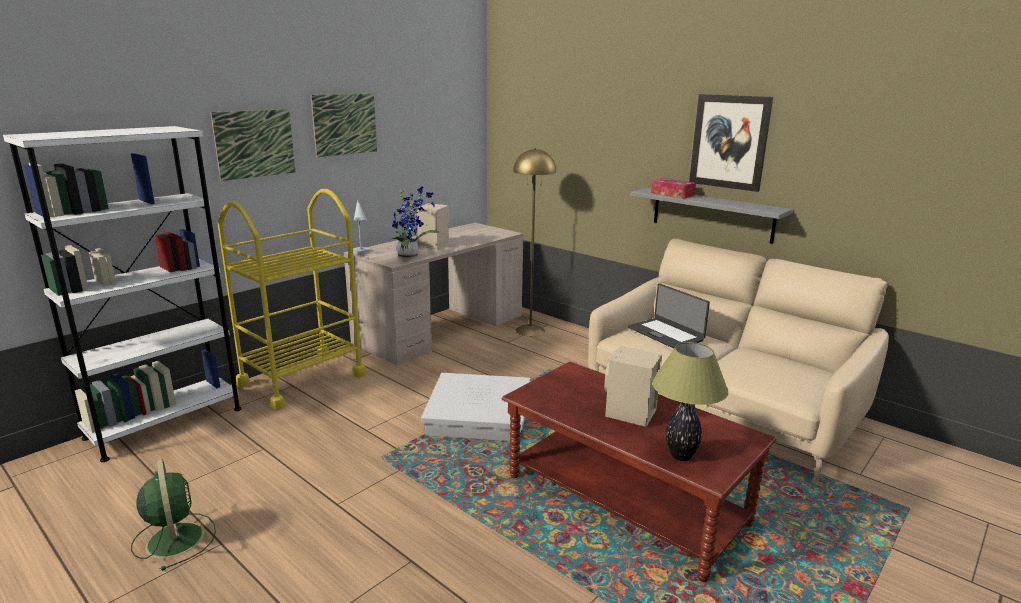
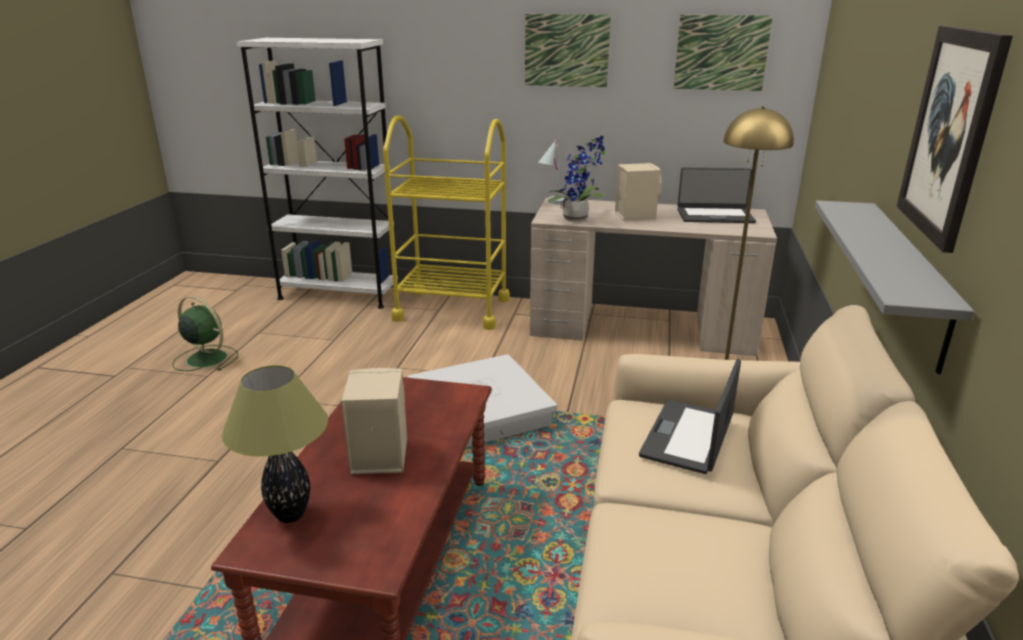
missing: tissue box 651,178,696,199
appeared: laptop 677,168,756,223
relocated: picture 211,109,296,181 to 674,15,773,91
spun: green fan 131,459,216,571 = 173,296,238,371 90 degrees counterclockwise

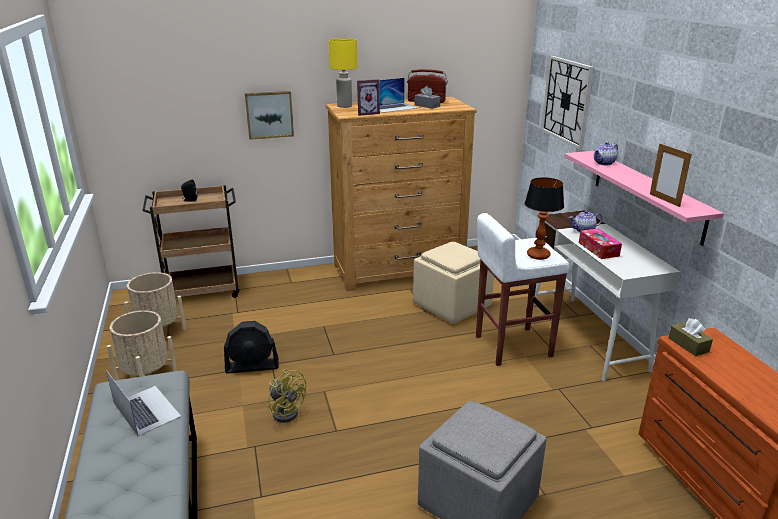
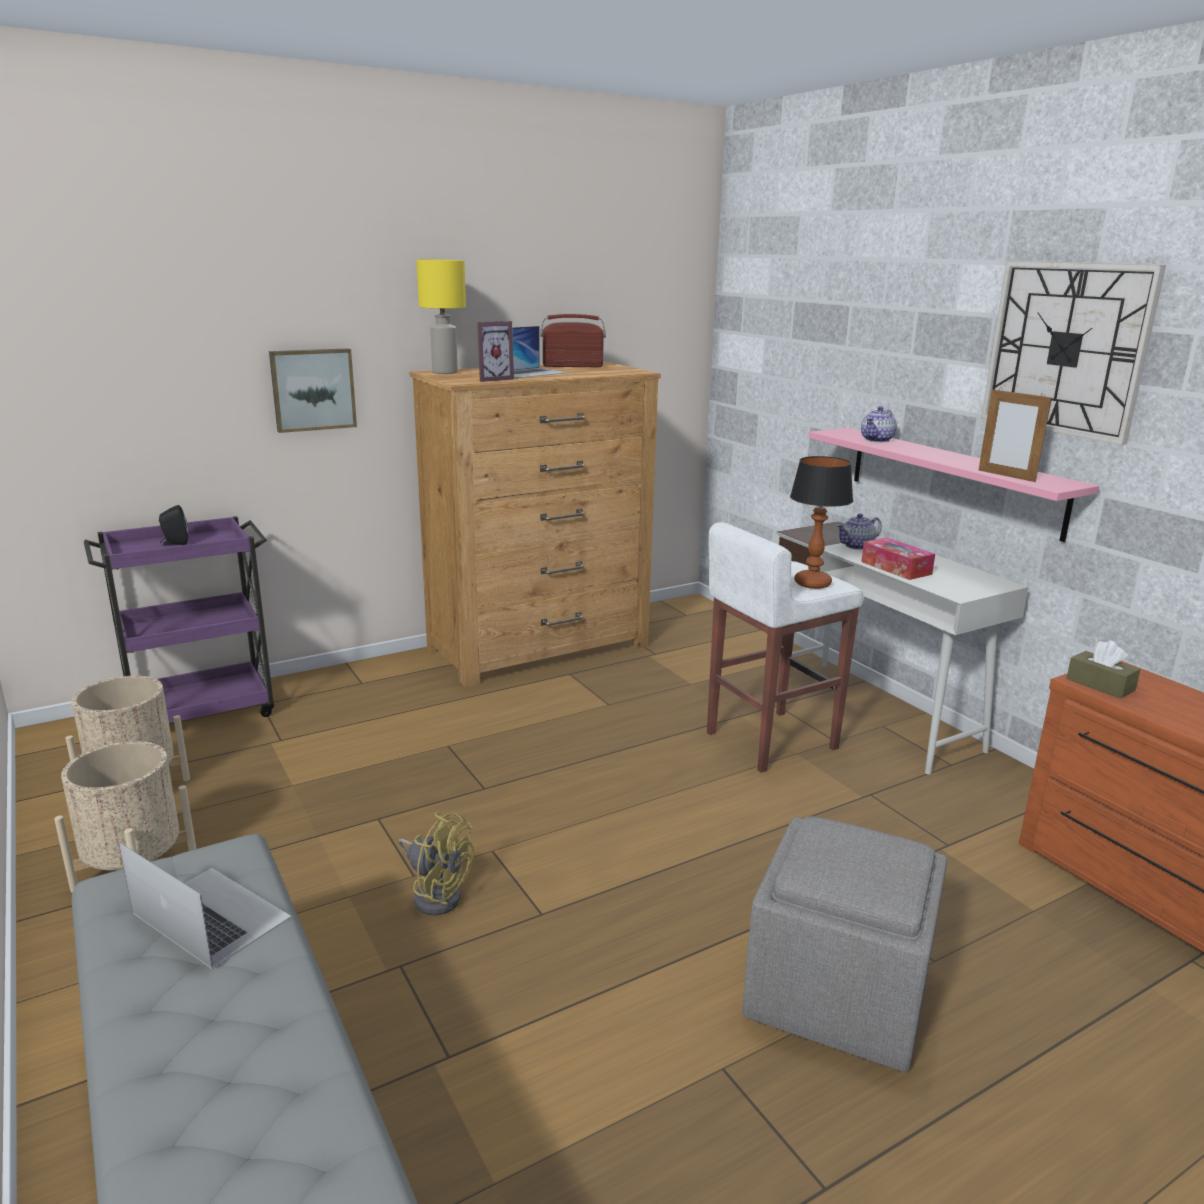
missing: black fan 224,321,279,373; beige ottoman 413,242,494,324; grey tissue box 415,86,440,109
relocated: wall clock 541,56,594,149 to 981,261,1166,445
colour: brown cart 142,185,239,298 to purple cart 84,516,274,723

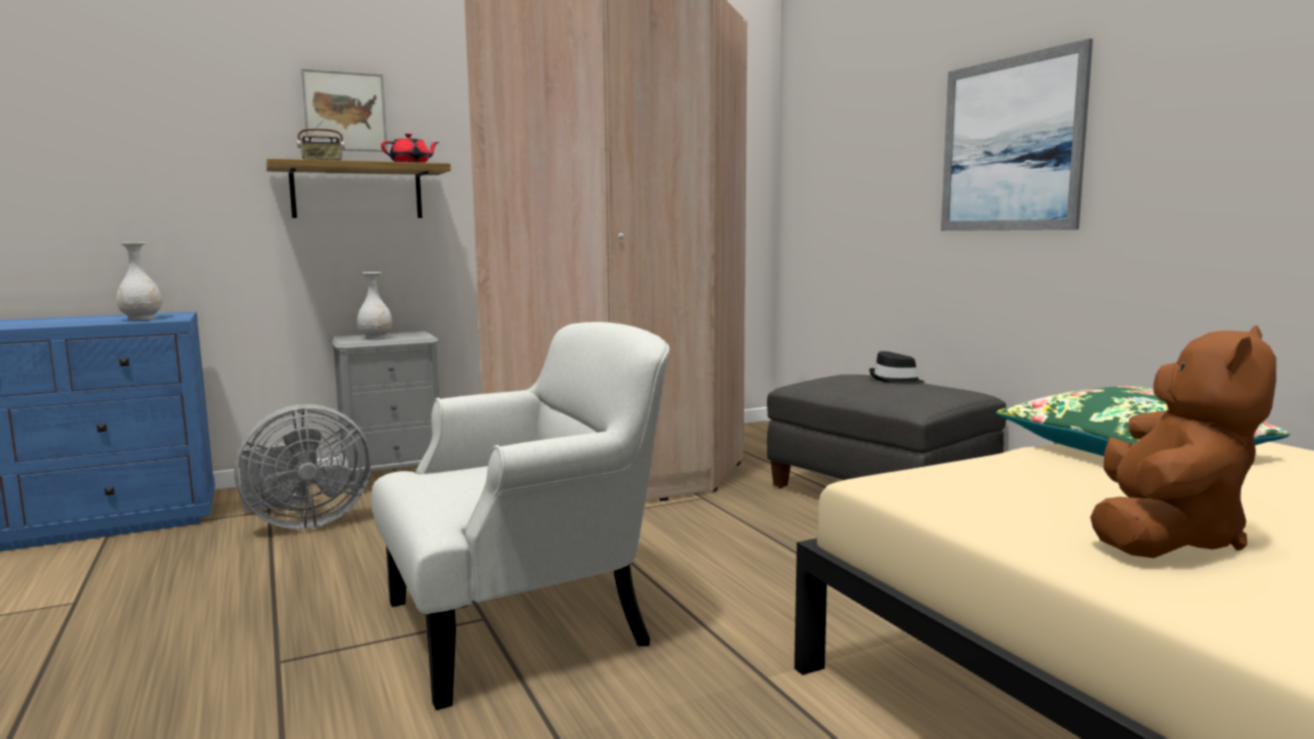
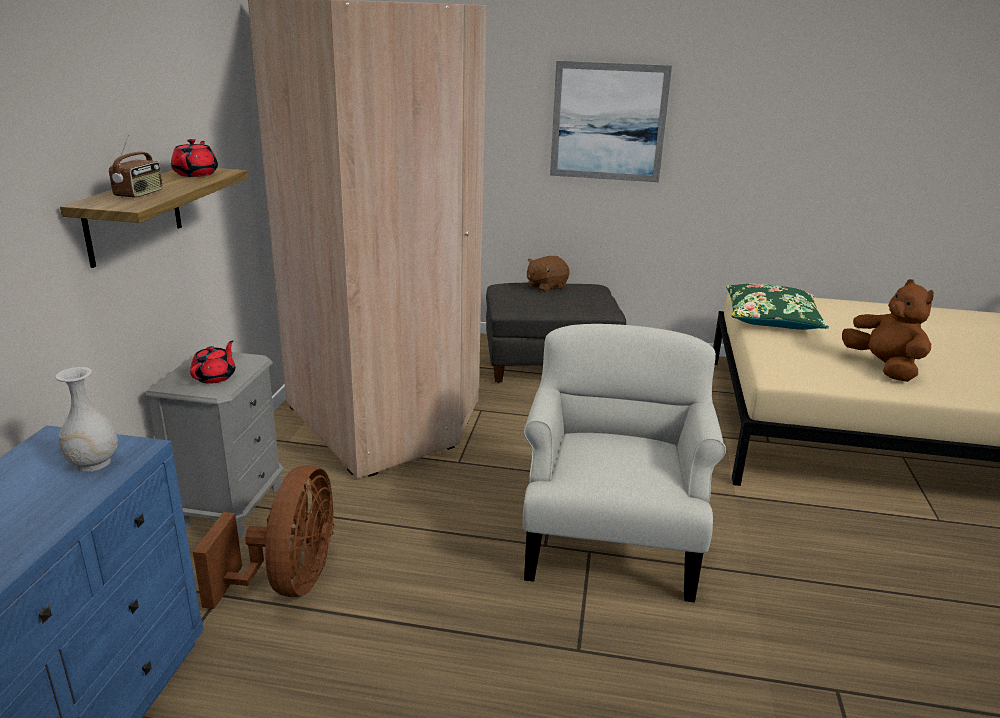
missing: picture 301,68,388,152
exchanged: white vase 357,272,392,340 to red teapot 190,340,235,384; black hat 869,351,925,384 to brown plush toy 527,256,570,292
colour: grey fan 234,404,371,529 to brown fan 193,465,334,609

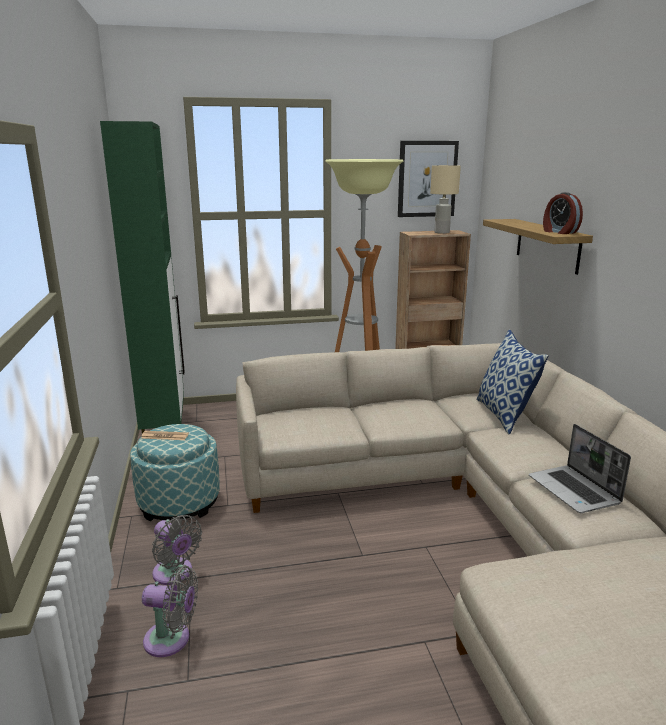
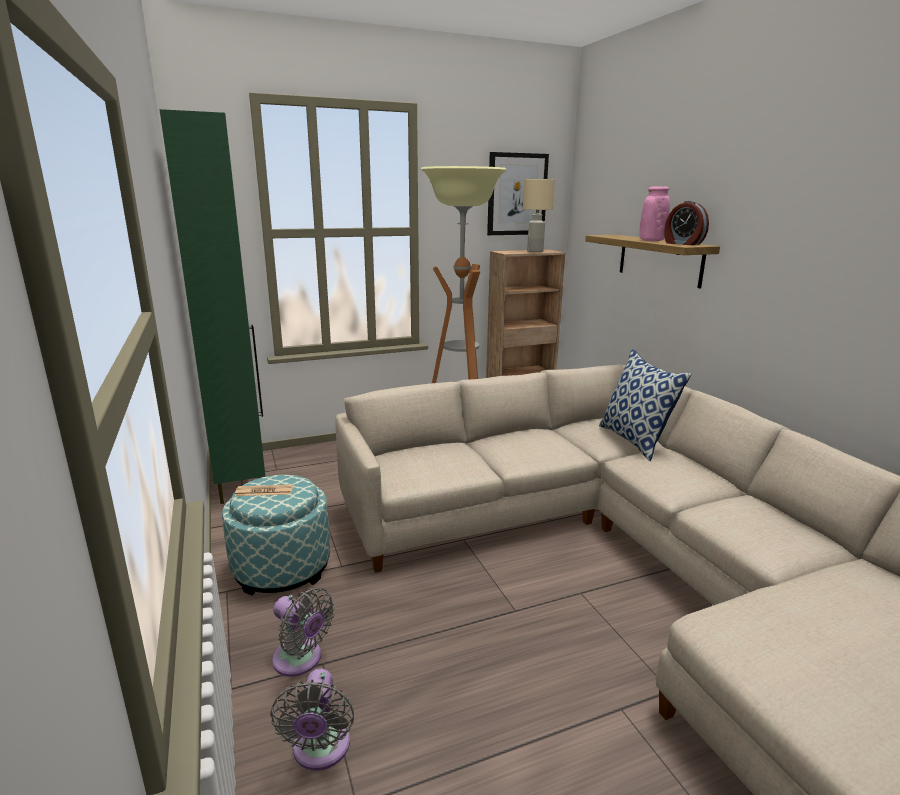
missing: laptop 529,424,631,513
appeared: pink vase 640,186,670,241
spun: grey fan 142,566,198,657 = 270,668,354,771 90 degrees clockwise

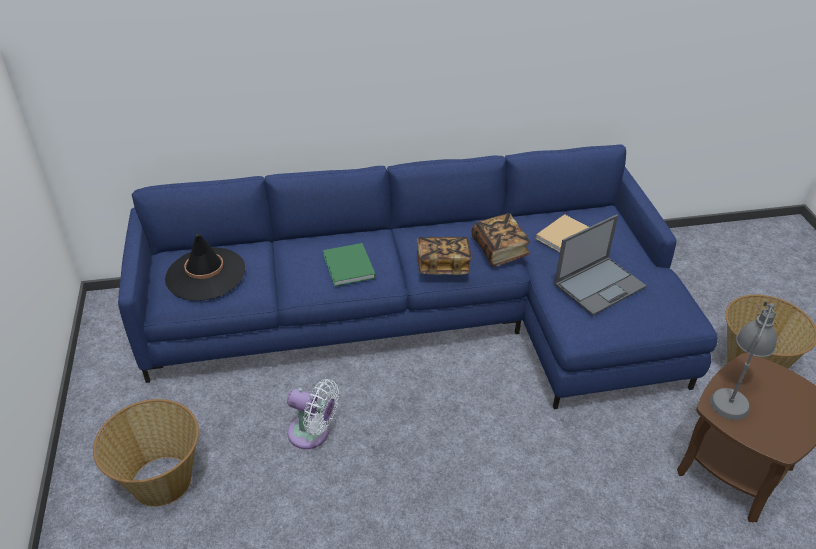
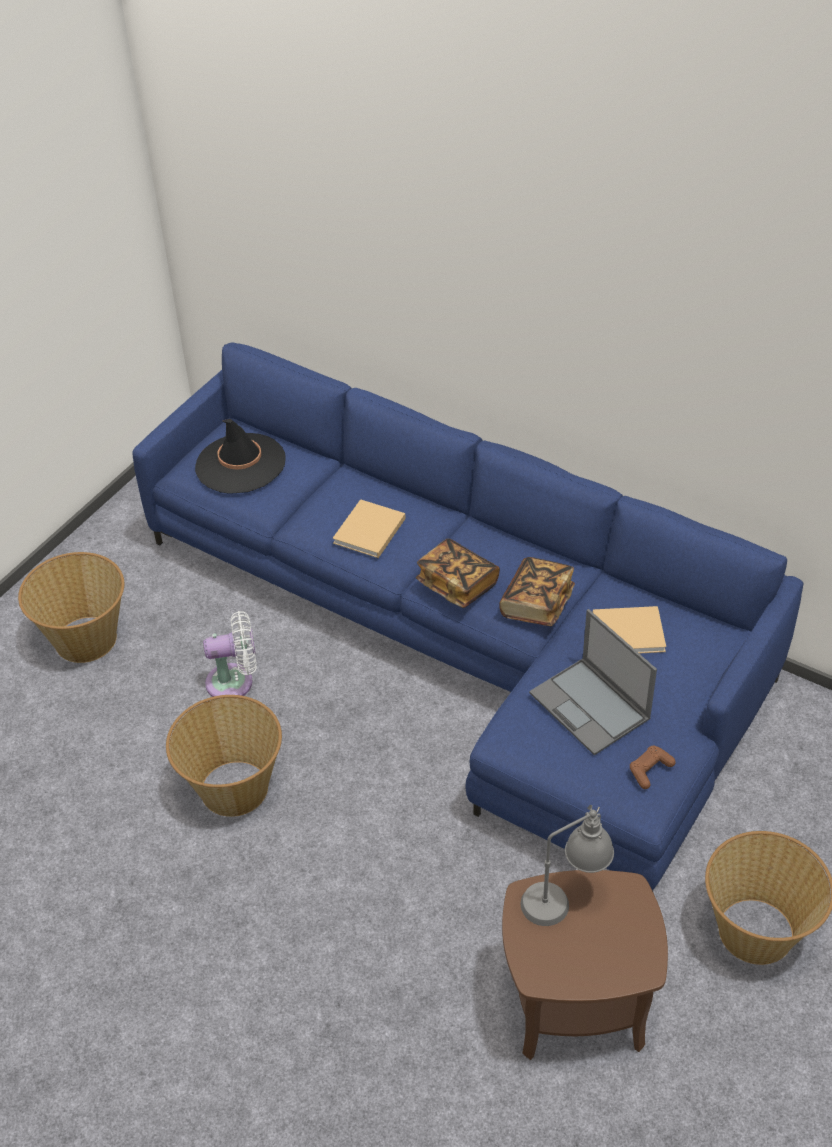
appeared: basket 166,695,282,817; brown game controller 630,746,676,789
colour: green book 323,243,375,286 to beige book 332,499,406,558
spun: white fan 287,379,339,449 = 203,611,257,697 75 degrees counterclockwise; laptop 554,214,647,315 = 529,609,657,755 45 degrees clockwise

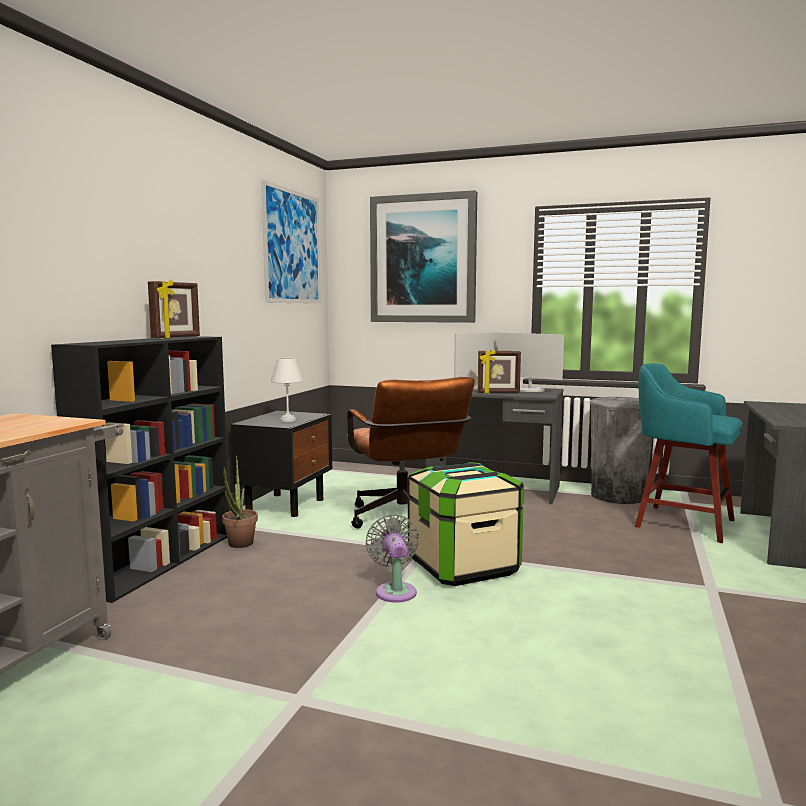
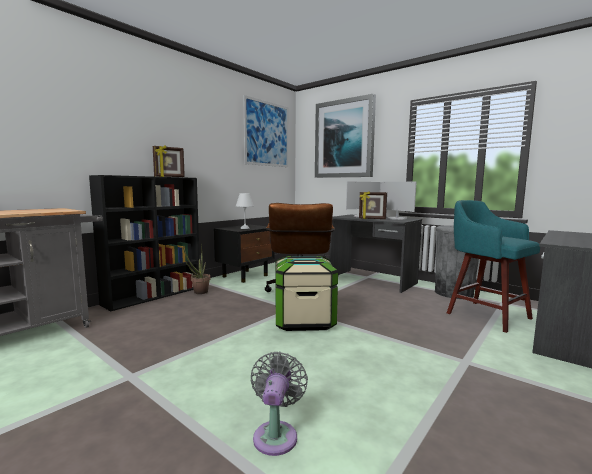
relocated: grey fan 366,514,419,603 to 251,352,308,456

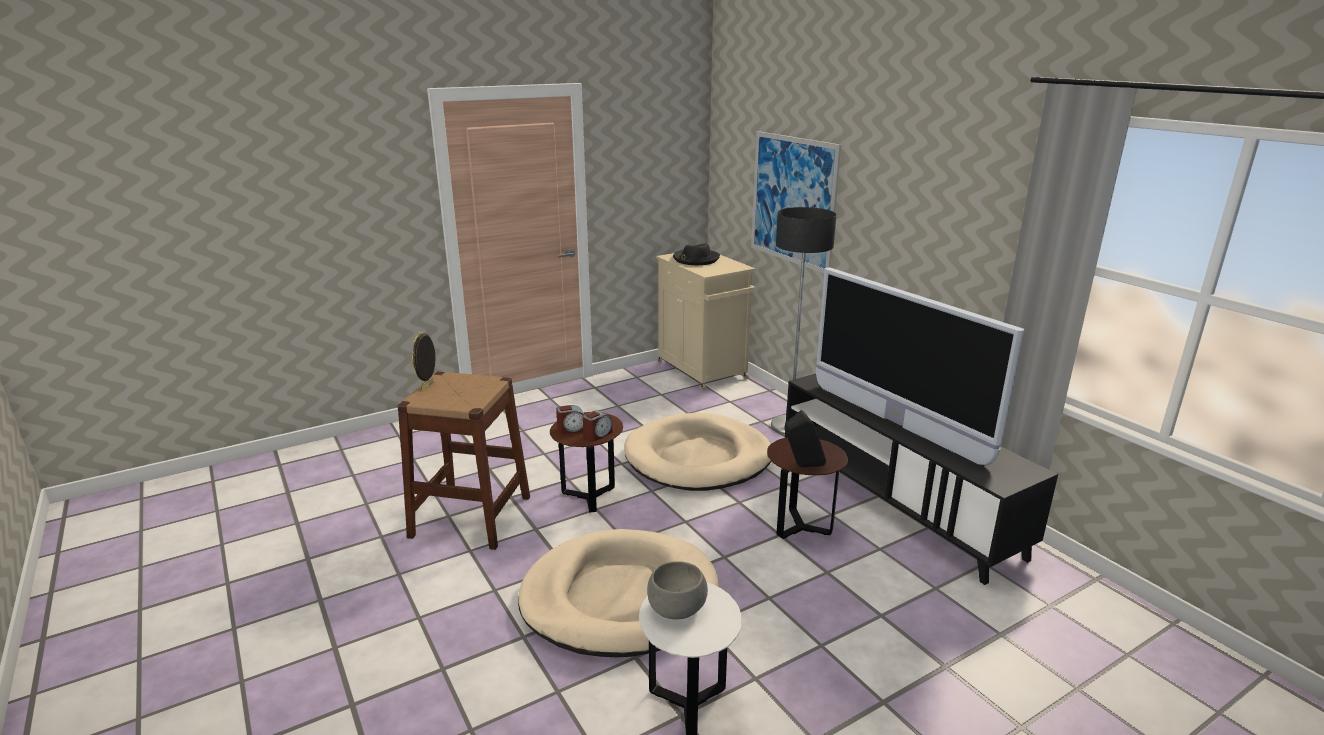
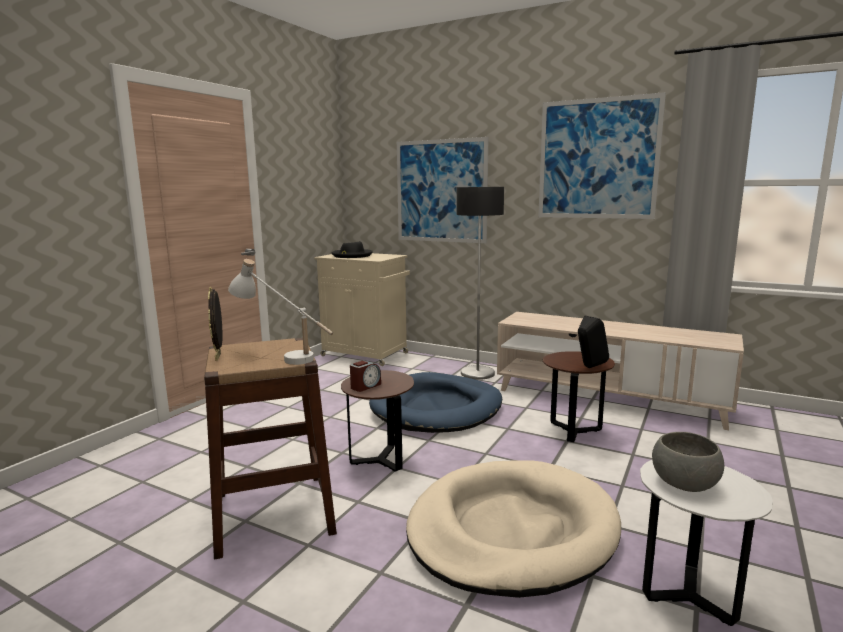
missing: alarm clock 582,410,612,442; television 816,268,1024,465
appeared: white table lamp 228,259,333,365; picture 538,92,666,219
colour: beige dog bed 624,413,771,491 to blue dog bed 369,372,502,433; black tv stand 785,374,1058,585 to beige tv stand 497,312,744,430

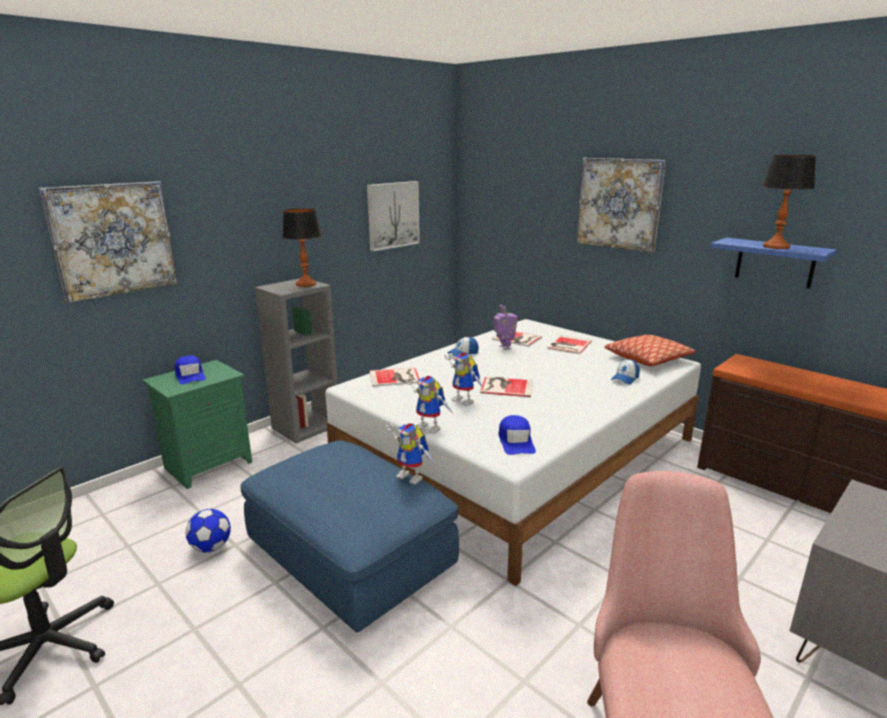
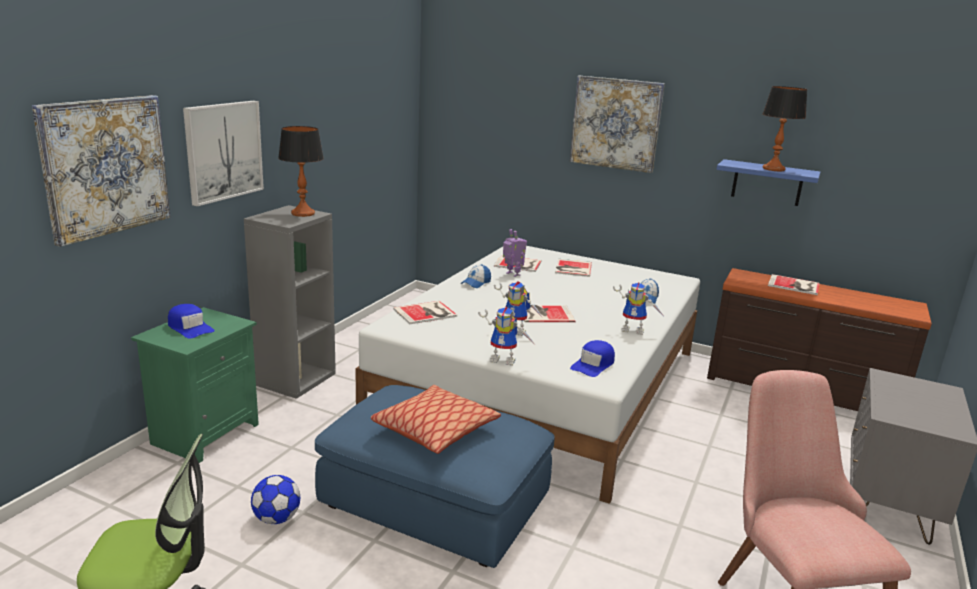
appeared: book 768,274,819,295
relocated: picture 367,181,420,252 to 183,100,264,206; toy robot 386,423,436,485 to 613,282,663,335; pillow 605,335,696,366 to 371,385,501,454
spun: blue cap 499,415,536,455 = 570,340,615,377 60 degrees clockwise

